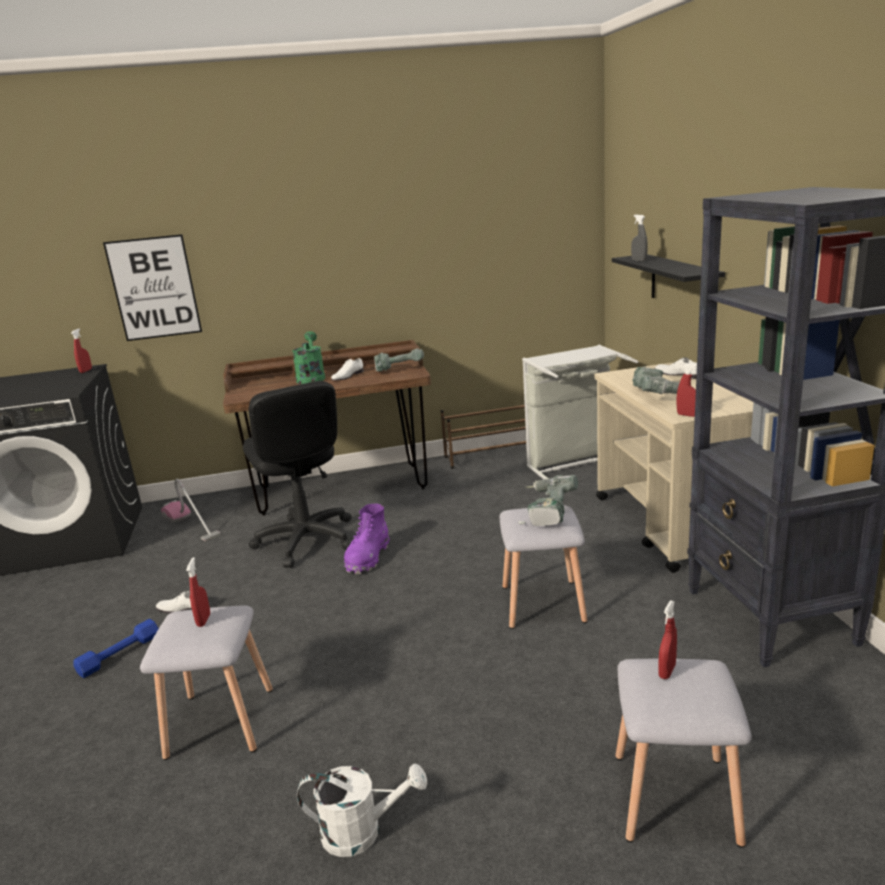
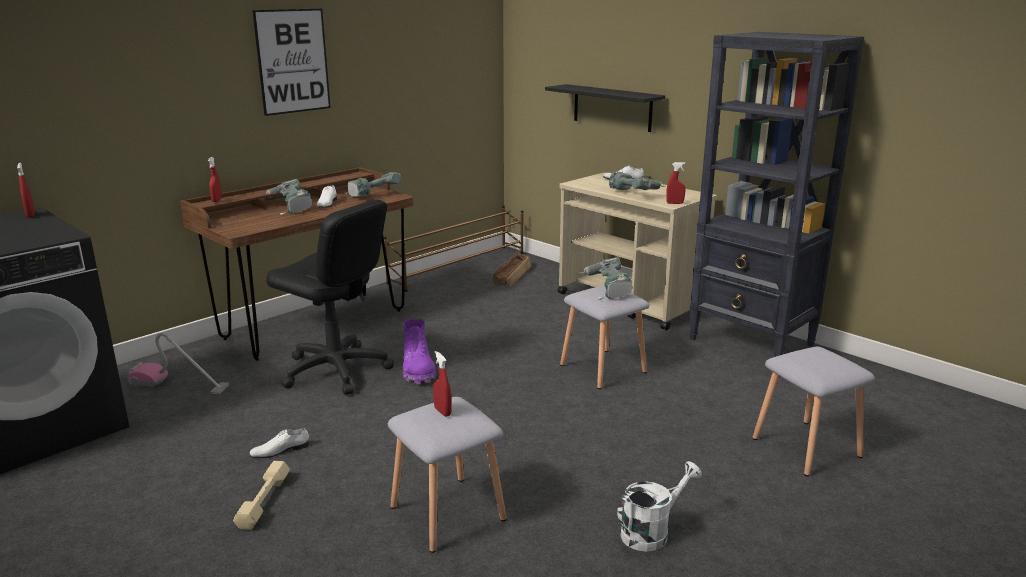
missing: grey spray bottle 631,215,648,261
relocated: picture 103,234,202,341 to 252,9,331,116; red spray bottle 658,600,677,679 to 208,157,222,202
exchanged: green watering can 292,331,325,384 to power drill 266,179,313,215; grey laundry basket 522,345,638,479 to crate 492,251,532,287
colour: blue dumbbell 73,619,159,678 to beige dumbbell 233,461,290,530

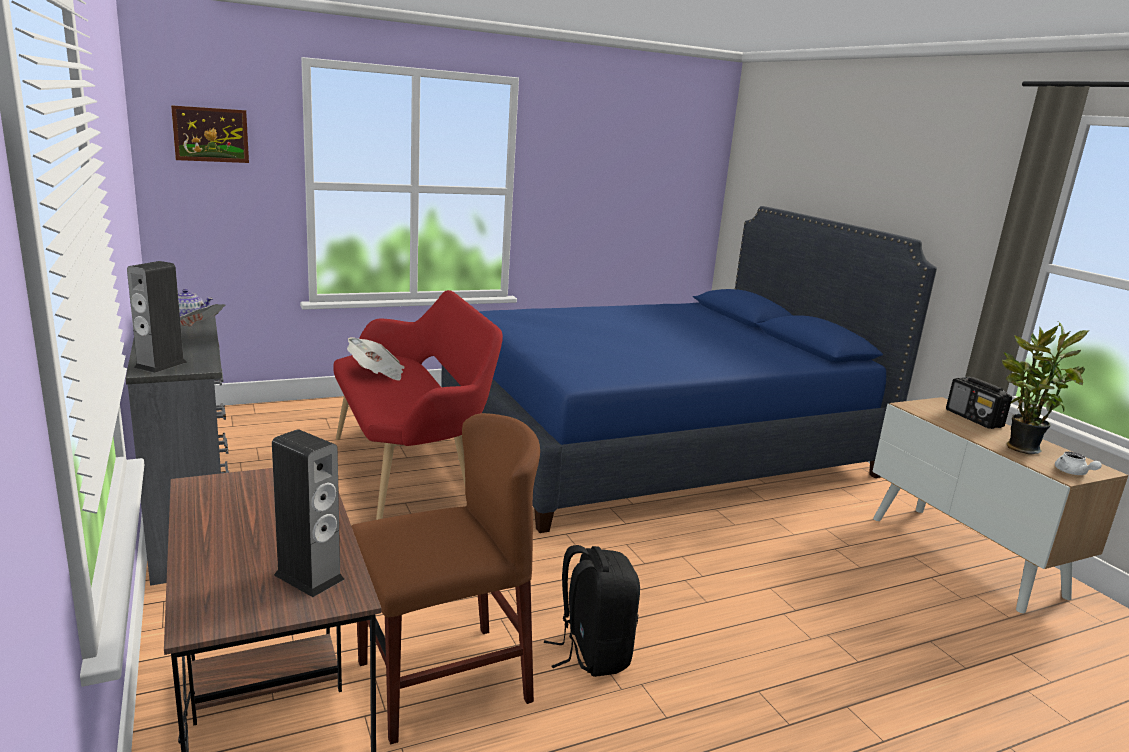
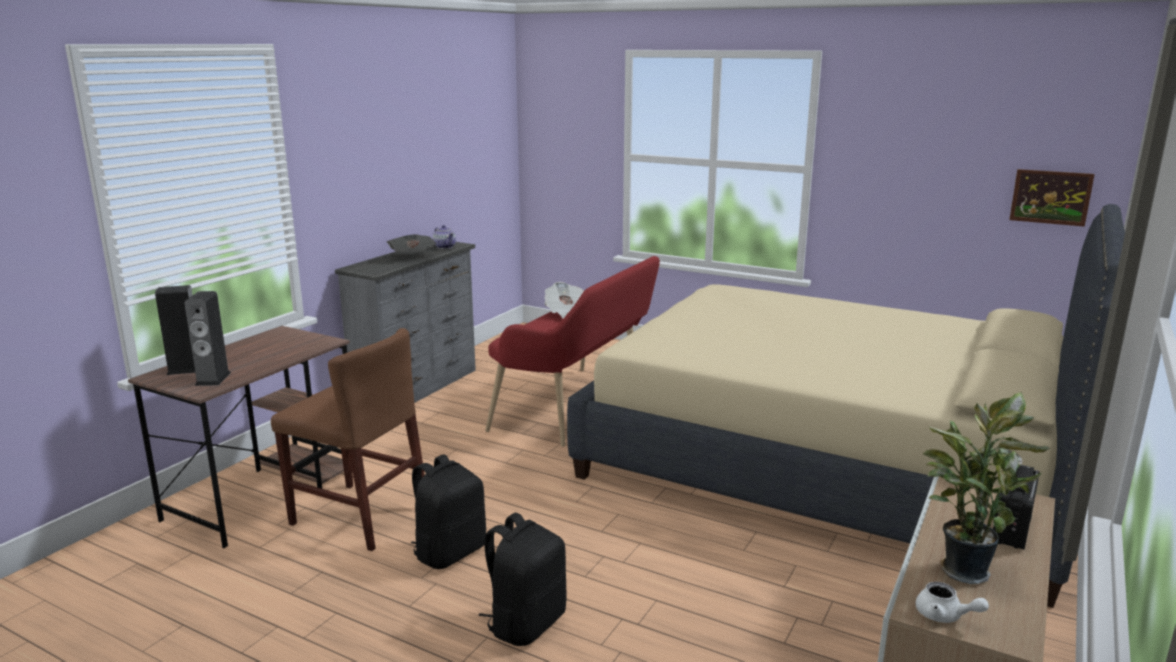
appeared: black backpack 479,513,566,646
relocated: speaker 127,261,187,373 to 155,285,195,375; picture 171,105,249,163 to 1009,169,1095,227
colour: blue bed 441,206,937,533 to beige bed 567,204,1125,608
spun: white teapot 1055,451,1102,475 = 916,582,989,623 90 degrees counterclockwise

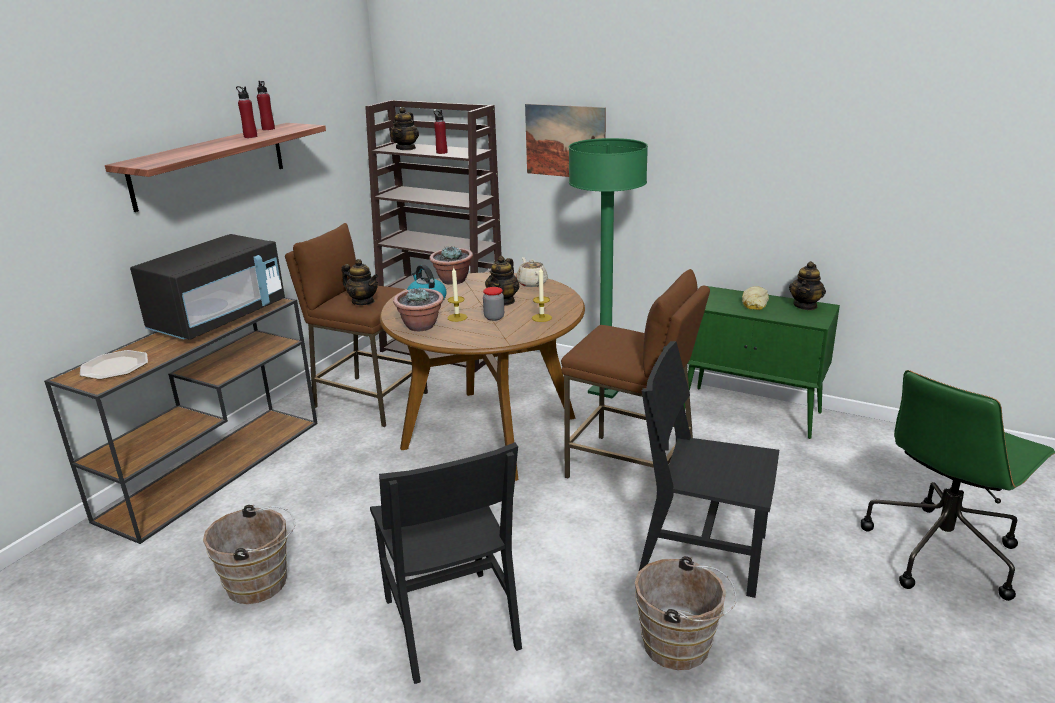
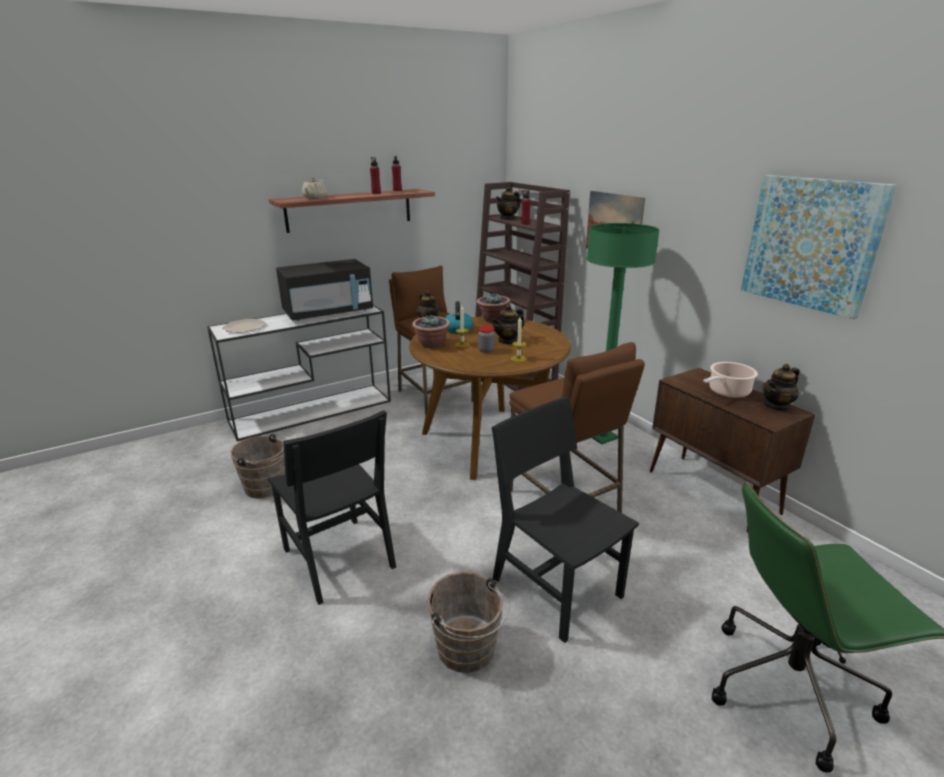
appeared: picture 741,175,897,319
relocated: beige teapot 516,257,548,287 to 302,177,327,199
exchanged: bread 742,286,769,310 to cooking pot 703,362,758,398
colour: brown console table 44,297,318,544 to white console table 207,305,391,441; green cabinet 684,286,840,439 to brown cabinet 650,368,815,533
spun: black chair 370,442,522,684 = 268,410,396,605 45 degrees counterclockwise

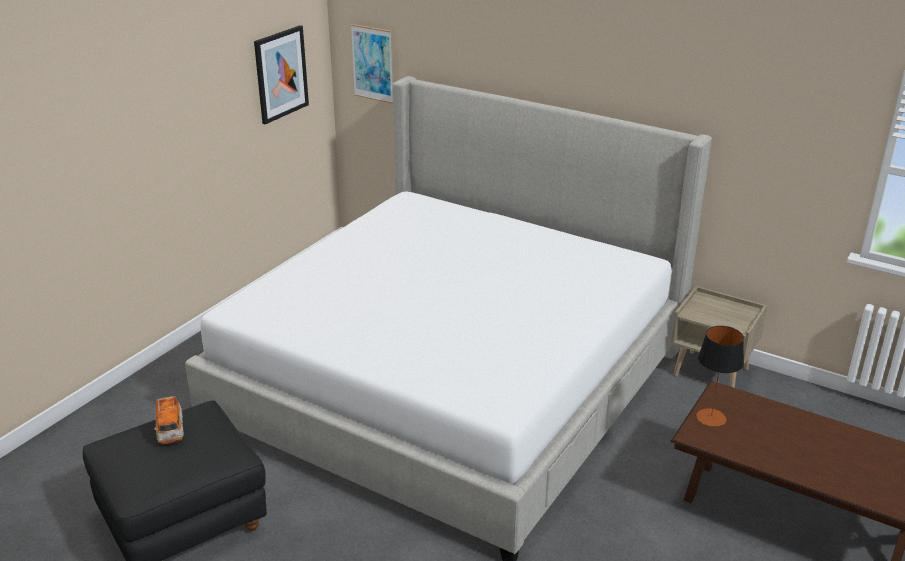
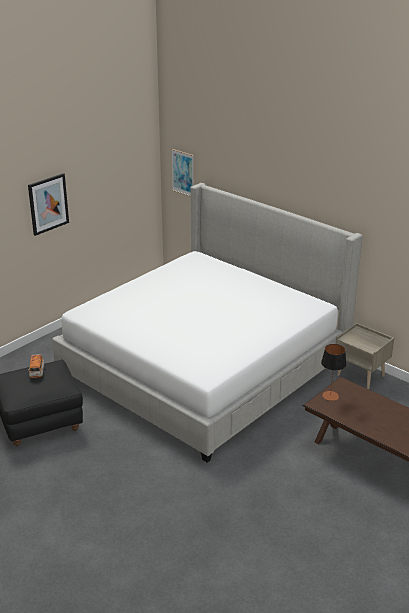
relocated: picture 254,25,309,124 to 28,173,69,236

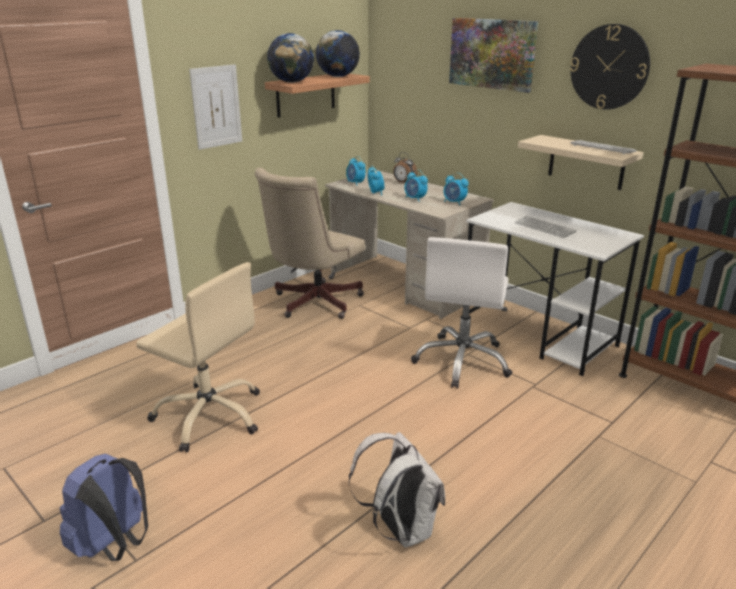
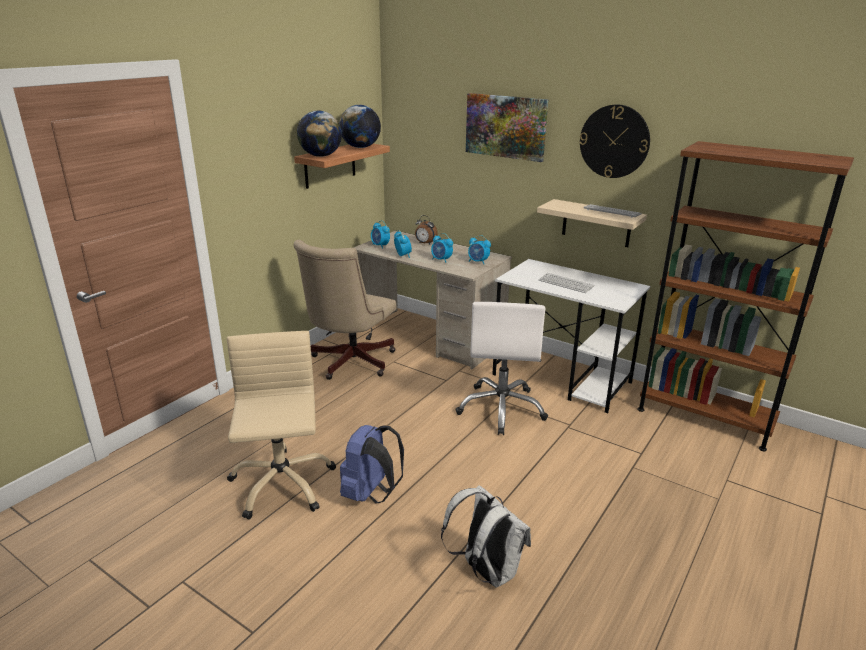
missing: picture 189,64,242,150
relocated: blue backpack 60,454,148,561 to 340,425,404,504
spun: beige office chair 136,262,260,452 = 227,331,336,520 120 degrees counterclockwise

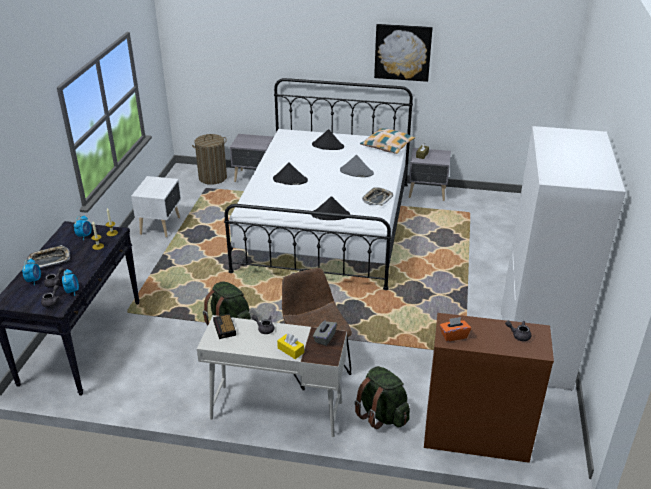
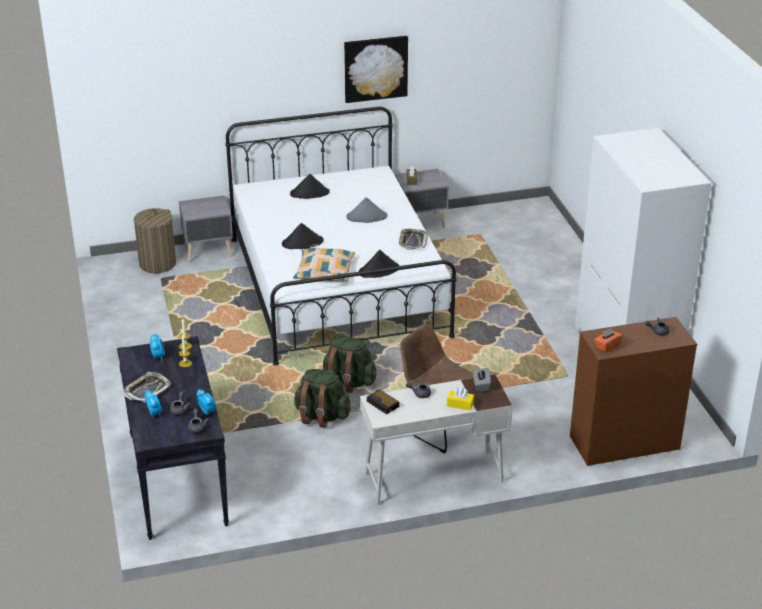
missing: white nightstand 131,176,181,237
relocated: green backpack 354,366,410,429 to 323,336,376,393; pillow 360,128,415,154 to 293,248,355,282

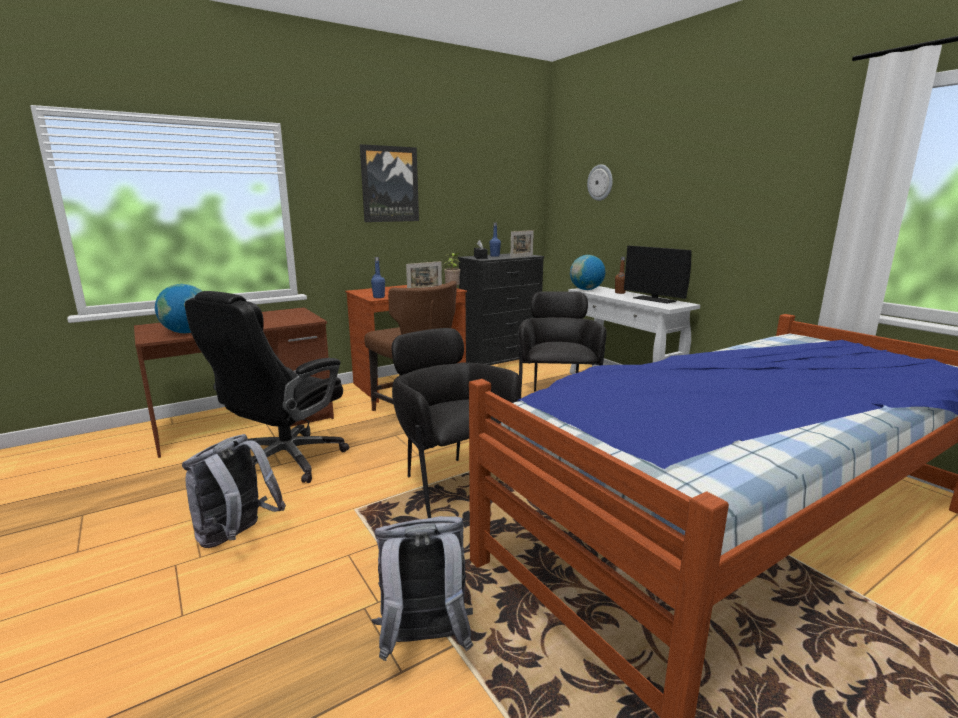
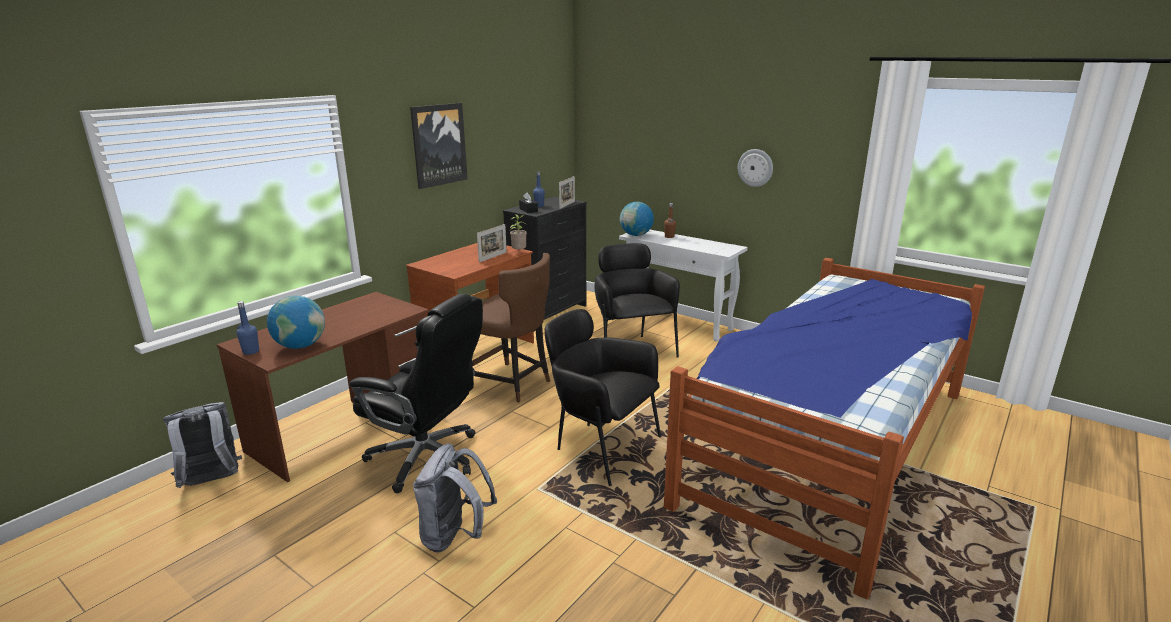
missing: monitor 624,246,692,304
relocated: blue bottle 371,257,385,298 to 236,301,259,355; grey backpack 371,516,473,661 to 163,402,242,488; wall clock 587,164,613,201 to 738,149,773,187
spun: black office chair 185,291,349,483 = 349,294,483,493 75 degrees counterclockwise

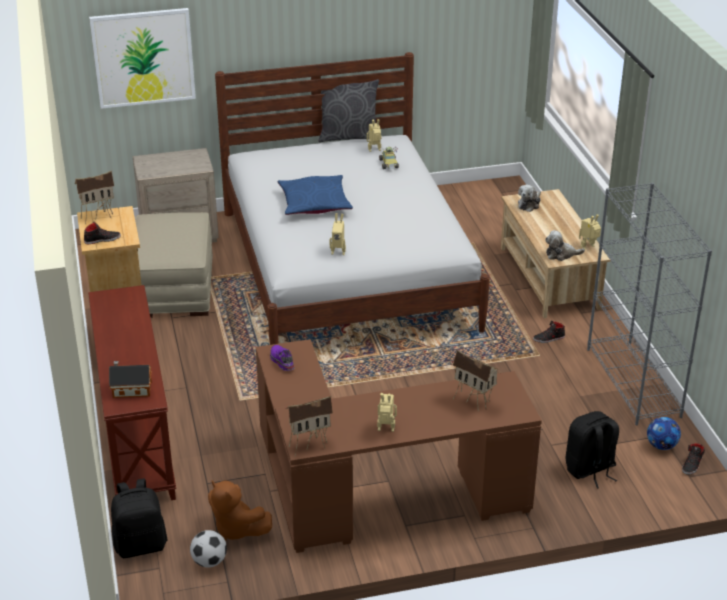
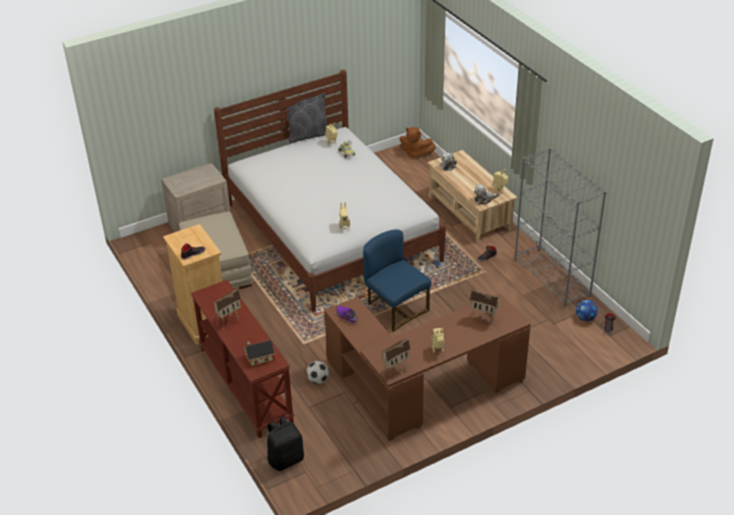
missing: picture 89,8,196,109; blue pillow 278,175,353,215; black backpack 566,411,619,489
appeared: blue chair 363,229,431,332
relocated: toy house 75,171,114,225 to 212,289,241,331; football 190,530,227,568 to 306,361,329,384; brown plush toy 208,480,272,541 to 400,127,436,160

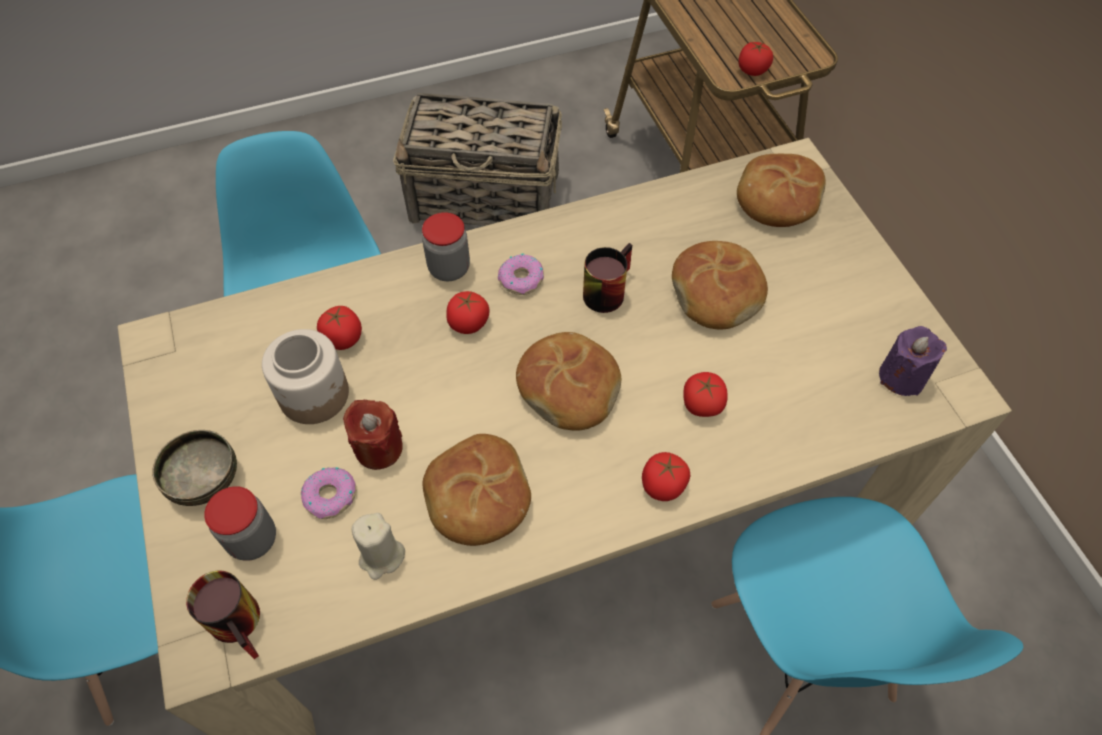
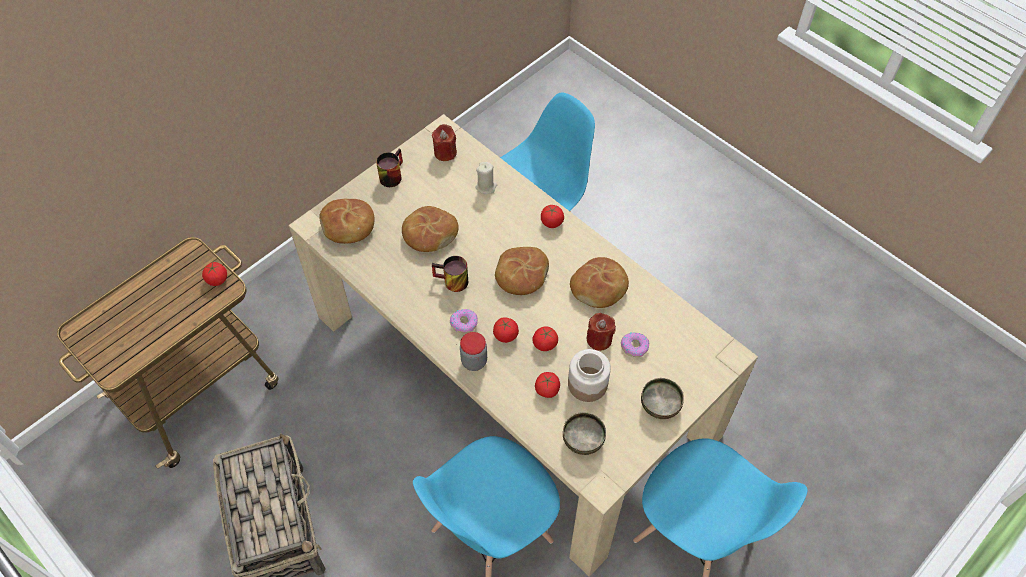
missing: jar 204,486,276,561
appeared: bowl 563,412,606,455
relocated: mug 186,570,260,659 to 376,149,403,187; beige candle 352,513,405,580 to 475,162,497,194; tomato 683,372,728,417 to 532,326,558,351
colour: purple candle 879,326,947,396 to red candle 432,124,457,161

